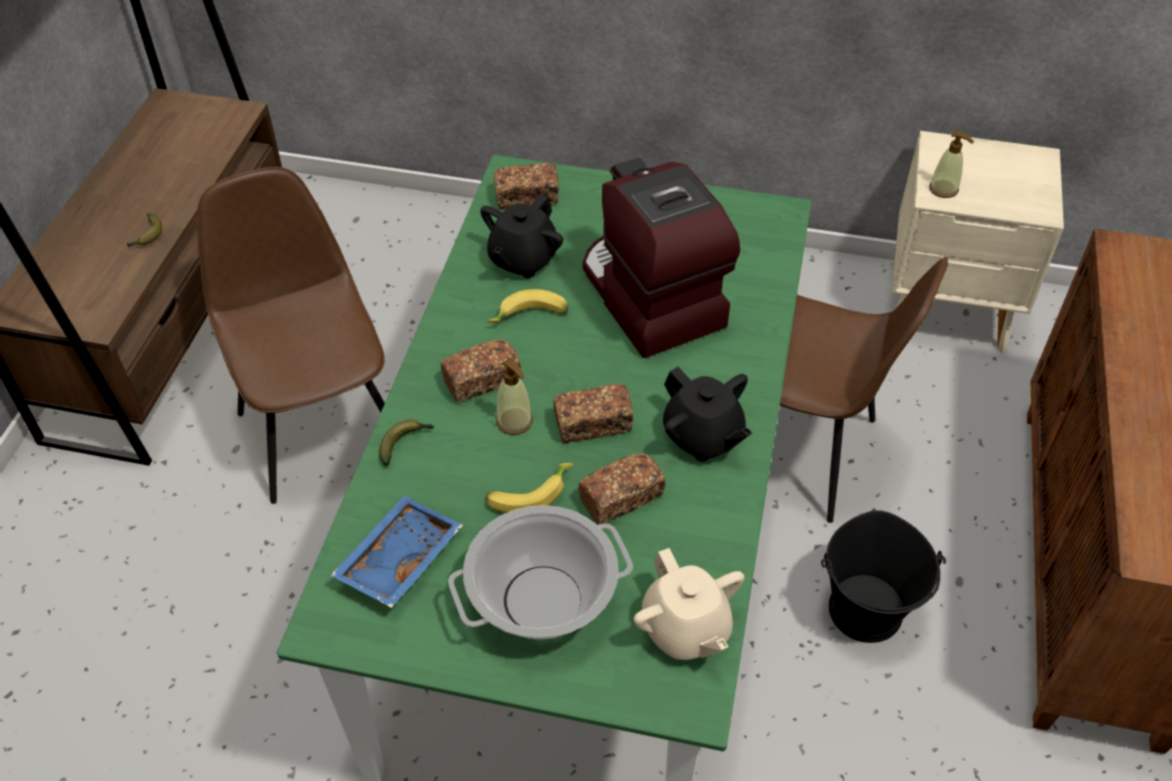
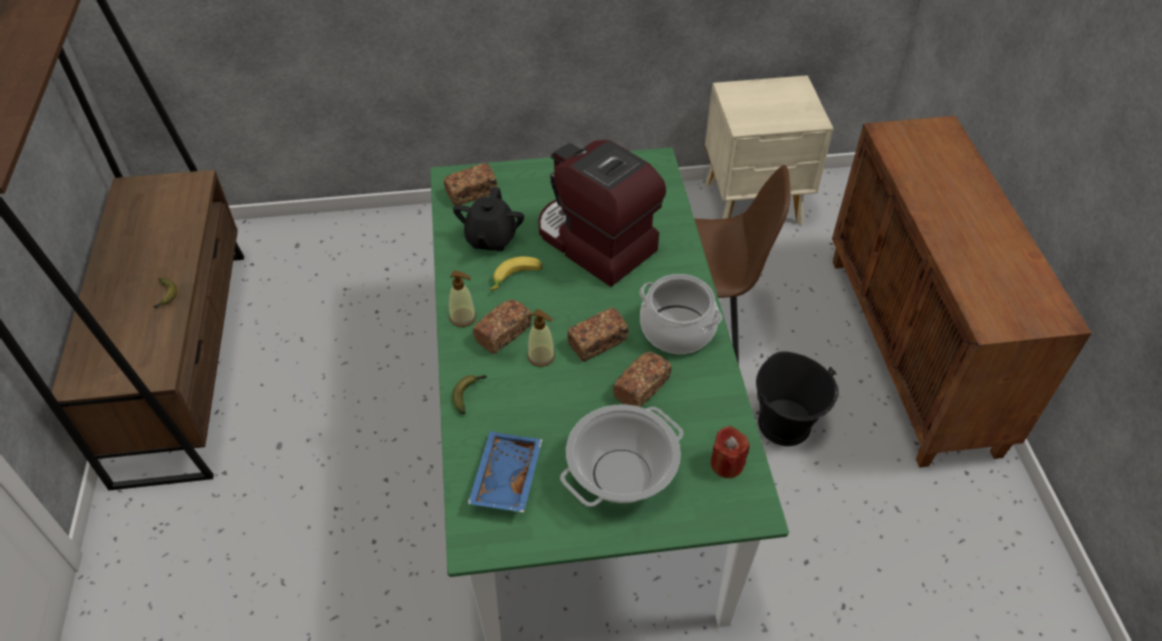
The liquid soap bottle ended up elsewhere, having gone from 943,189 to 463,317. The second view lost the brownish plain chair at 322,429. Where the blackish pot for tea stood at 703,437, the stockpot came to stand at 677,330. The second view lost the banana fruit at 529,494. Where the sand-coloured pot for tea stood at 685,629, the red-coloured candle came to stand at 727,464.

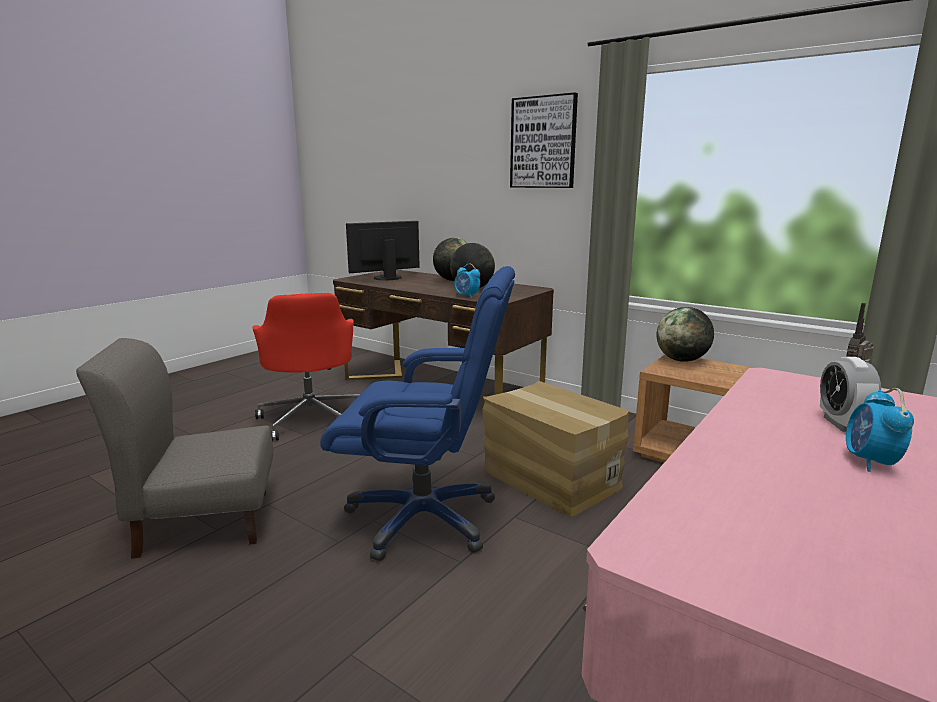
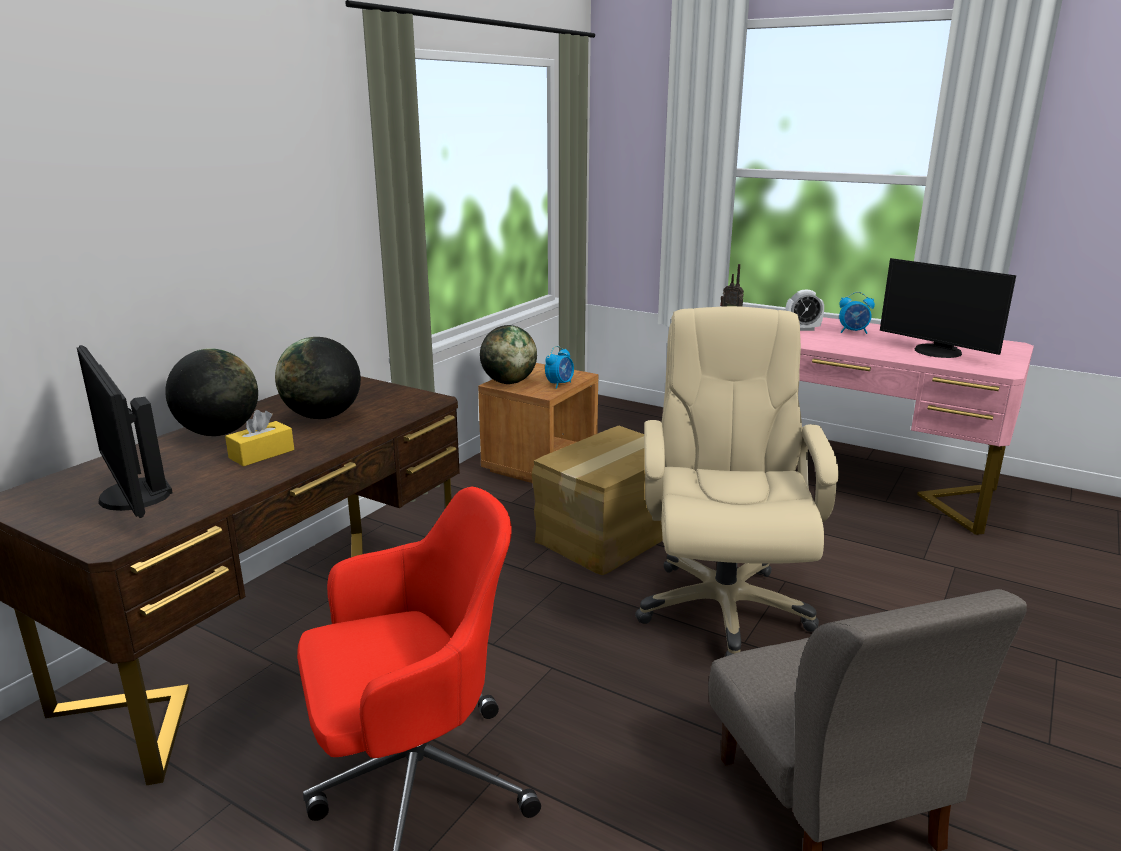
The second view lost the picture at 543,142. The table clock ended up elsewhere, having gone from 467,296 to 560,384. What was the blue-coloured office chair at 424,518 turned into the sand-coloured office chair at 722,607. The second view gained the monitor at 936,352. The second view gained the yellow tissue holder at 261,454.

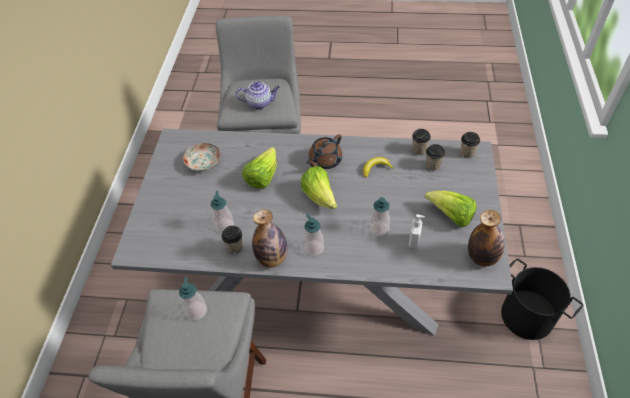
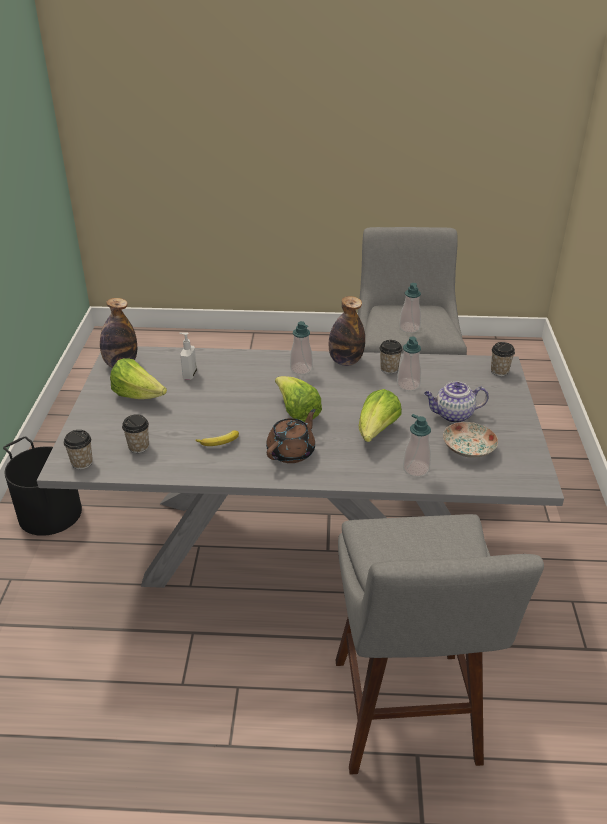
The pot for tea ended up elsewhere, having gone from 260,103 to 452,415. The small cup ended up elsewhere, having gone from 419,150 to 499,371. The liquid soap bottle ended up elsewhere, having gone from 379,228 to 416,469.

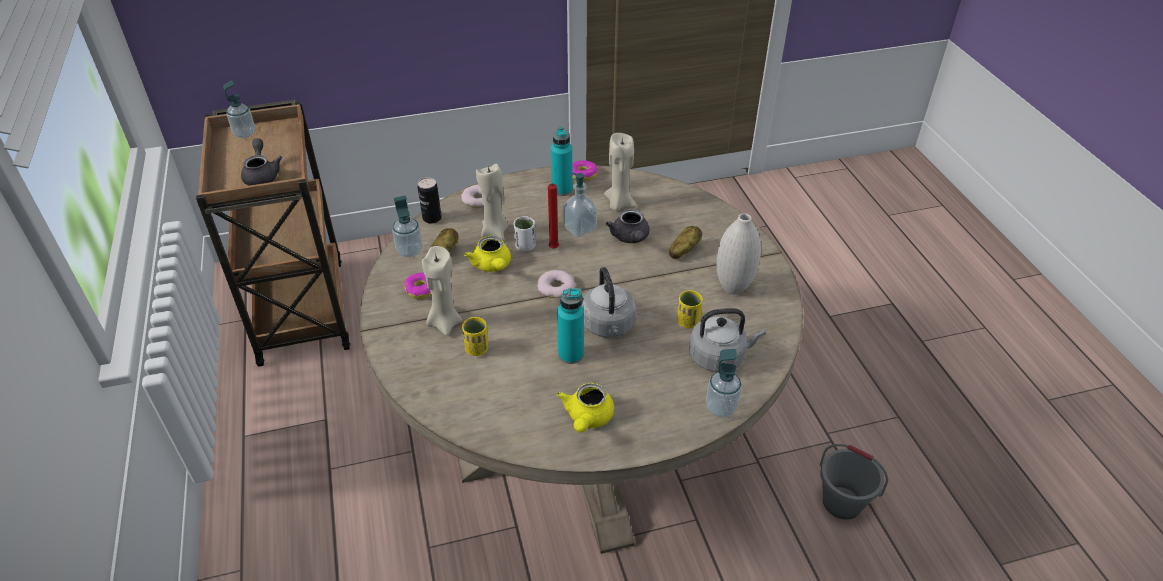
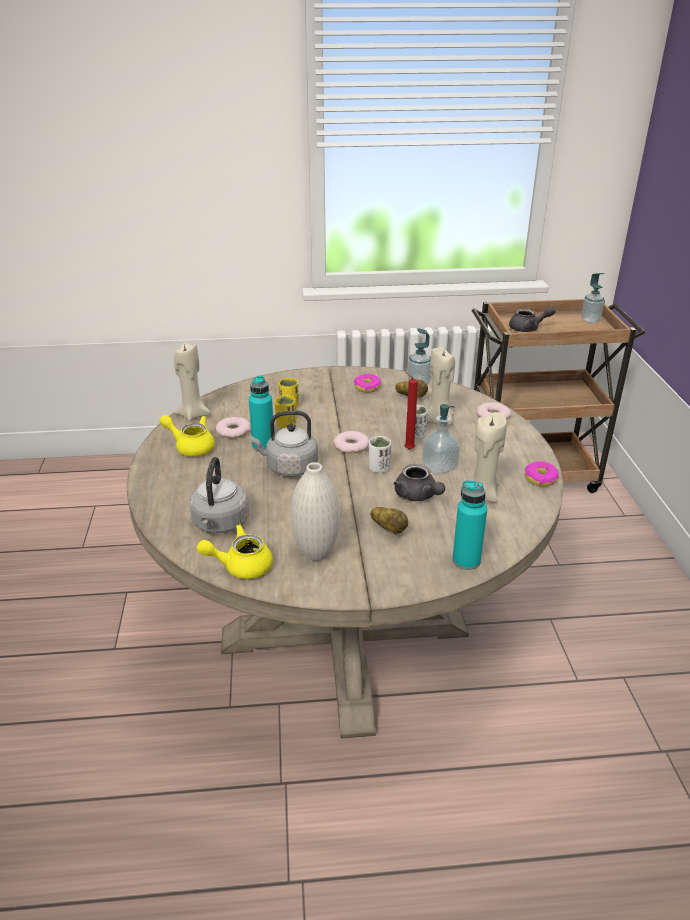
The blue-green bottle ended up elsewhere, having gone from 562,190 to 466,561. The second view lost the sealed can at 432,218. The greyish pot for tea at 630,238 ended up facing another way, 120 degrees counterclockwise from before. The yellow pot for tea ended up elsewhere, having gone from 492,266 to 241,566. The sand-coloured candle ended up elsewhere, having gone from 444,323 to 193,415. The yellow small cup ended up elsewhere, having gone from 688,322 to 286,425. The second view lost the liquid soap bottle at 721,408. The second view lost the greyish bucket at 842,502. The second view gained the doughnut at 233,431. The second view gained the white-coloured small cup at 379,468.

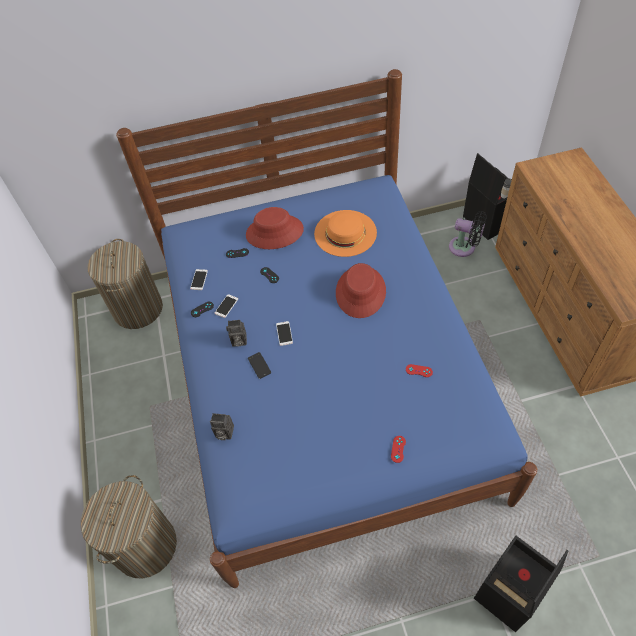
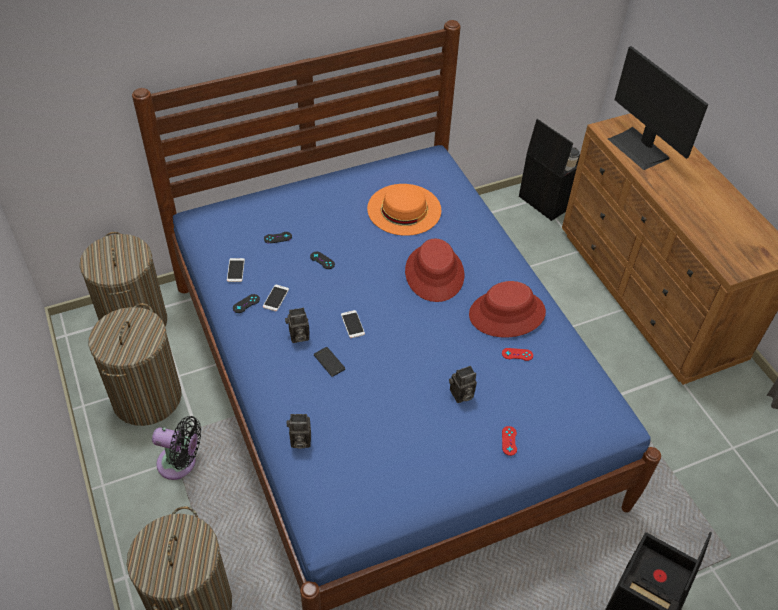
The red-coloured hat ended up elsewhere, having gone from 274,232 to 507,314. The blackish electric fan ended up elsewhere, having gone from 465,247 to 180,464. The second view gained the monitor at 639,148. The second view gained the laundry basket at 147,397. The second view gained the still camera at 461,395.

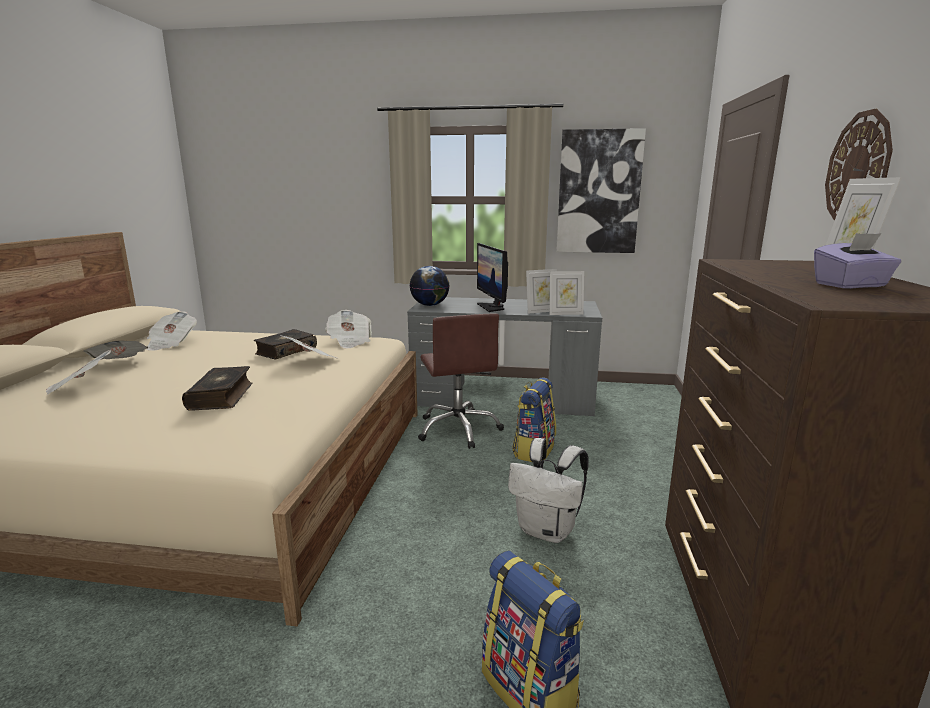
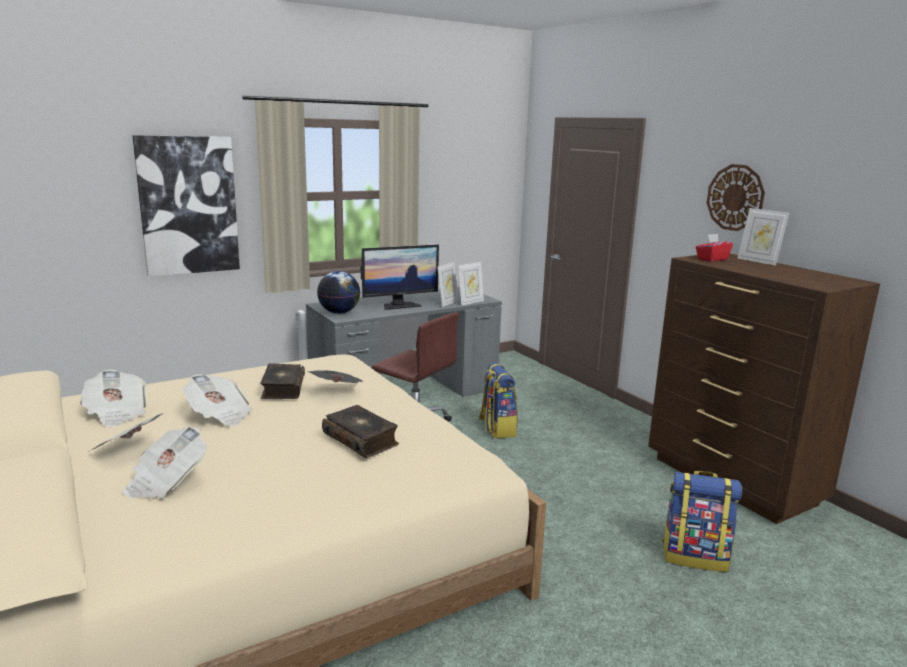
The picture ended up elsewhere, having gone from 598,192 to 188,205. The second view lost the purple tissue holder at 851,285. The monitor at 492,307 ended up facing another way, 60 degrees counterclockwise from before. The printed paper ended up elsewhere, having gone from 349,341 to 219,416. The second view lost the white-coloured knapsack at 547,531. The second view gained the red-coloured tissue holder at 712,259.

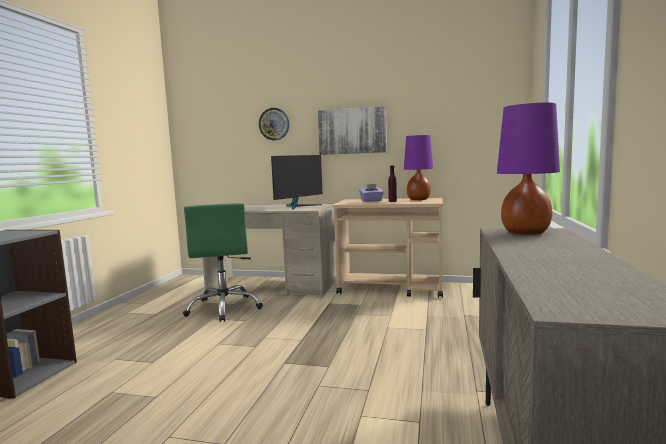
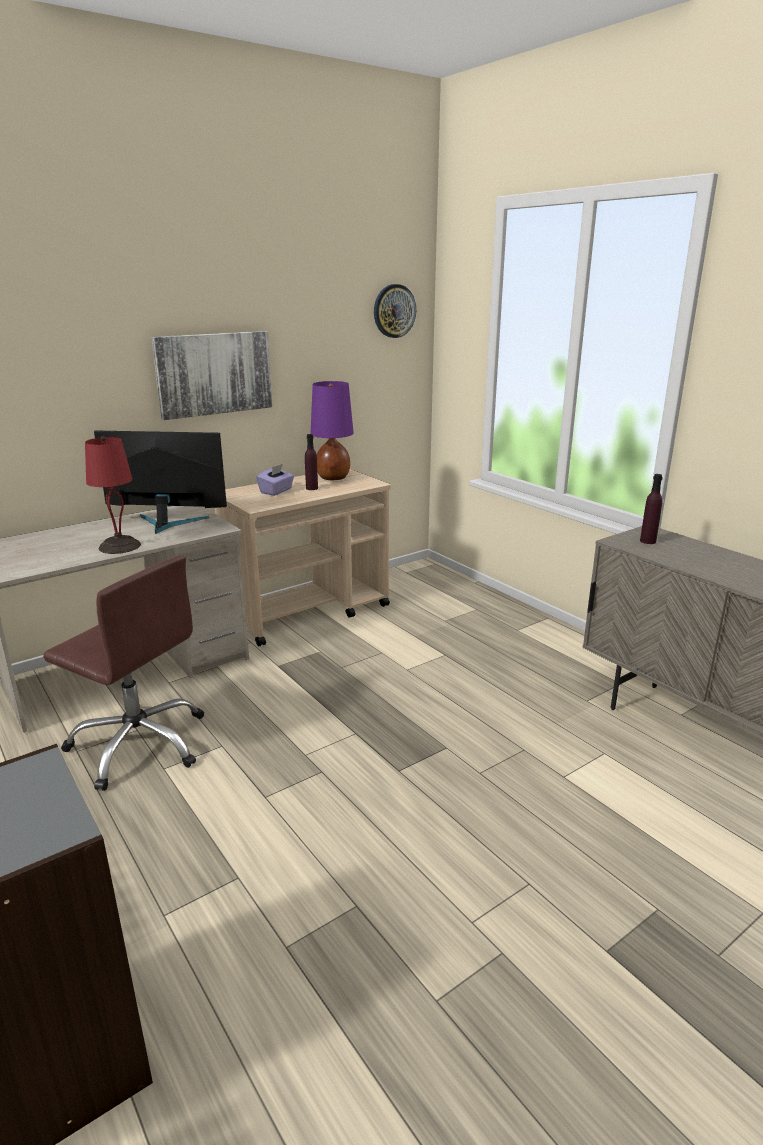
Where the purple tabletop lamp stood at 525,233, the purple bottle came to stand at 647,541. The hanging clock ended up elsewhere, having gone from 274,124 to 394,311. The monitor at 298,206 ended up facing another way, 75 degrees counterclockwise from before. What was the green office chair at 224,308 turned into the brownish office chair at 139,743. The second view gained the red-coloured tabletop lamp at 119,546.

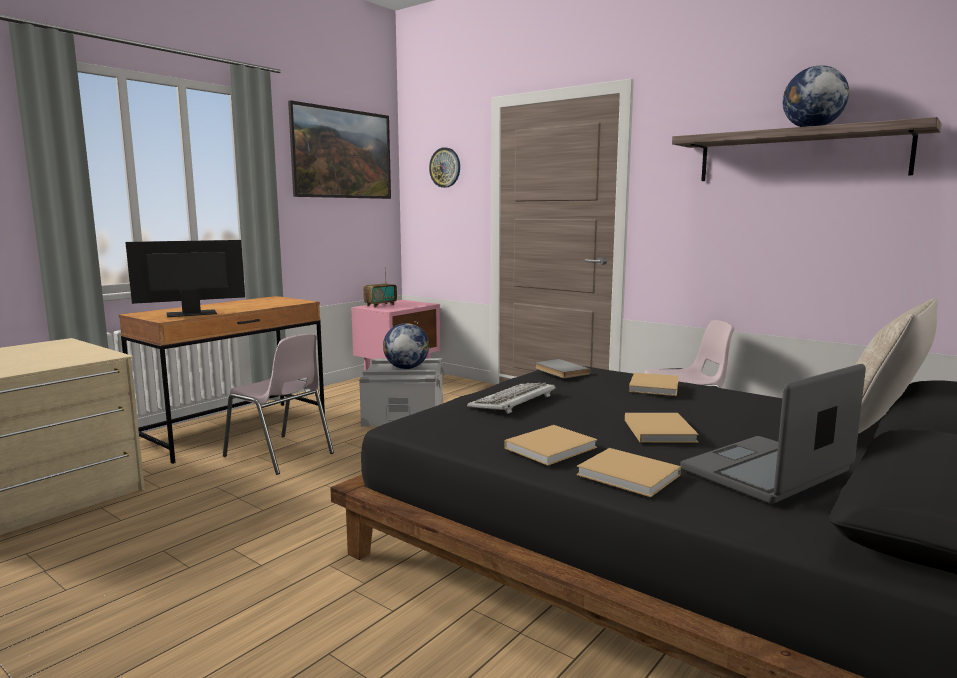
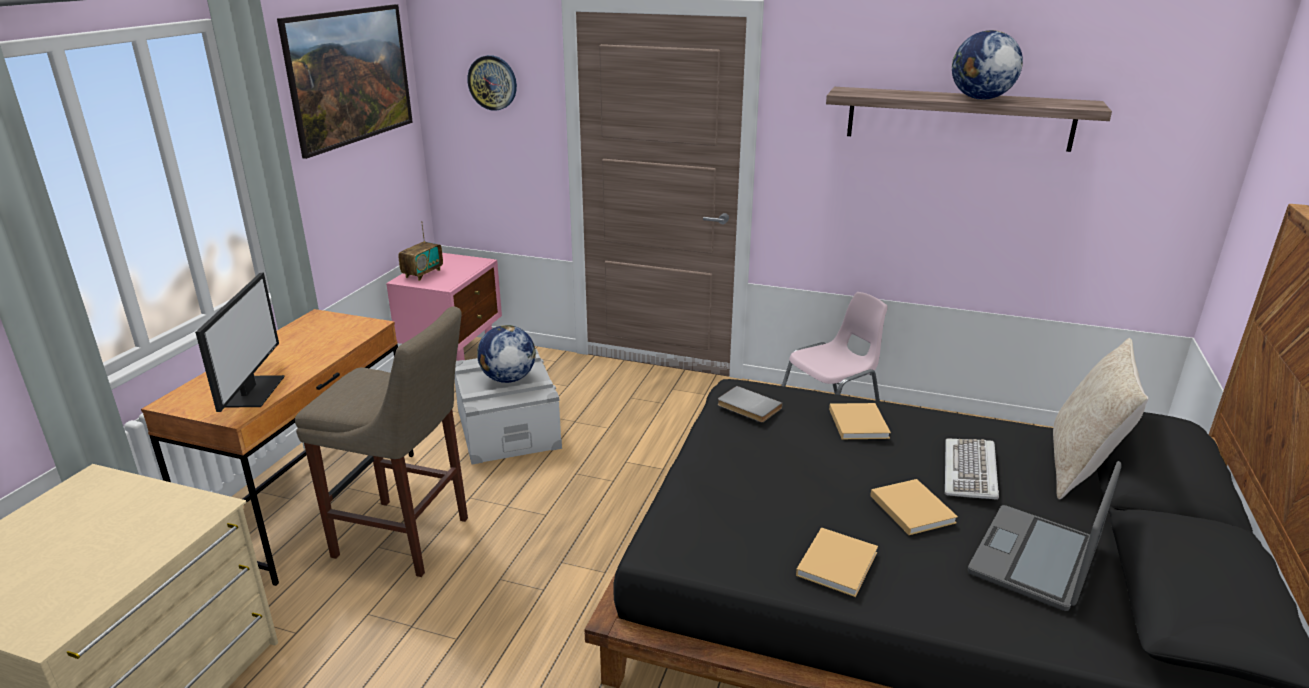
The monitor at 191,314 ended up facing another way, 135 degrees clockwise from before. Where the pink plain chair stood at 280,455, the sand-coloured stool came to stand at 407,539. The computer keyboard ended up elsewhere, having gone from 513,401 to 971,472. The second view lost the sand-coloured volume at 631,476.

